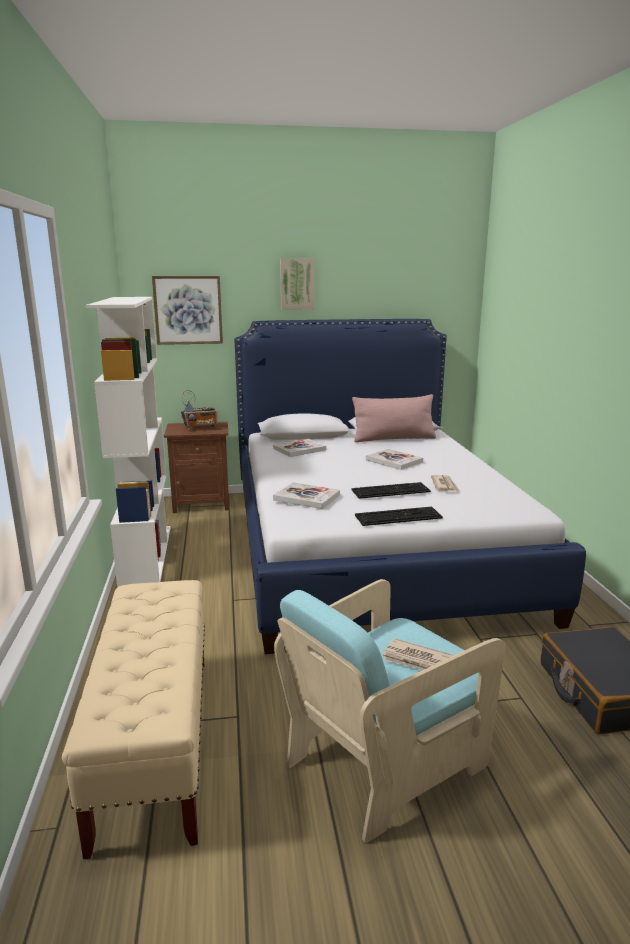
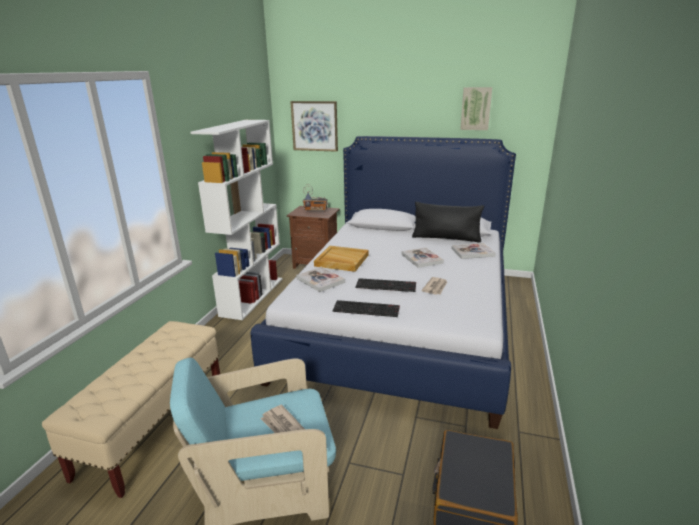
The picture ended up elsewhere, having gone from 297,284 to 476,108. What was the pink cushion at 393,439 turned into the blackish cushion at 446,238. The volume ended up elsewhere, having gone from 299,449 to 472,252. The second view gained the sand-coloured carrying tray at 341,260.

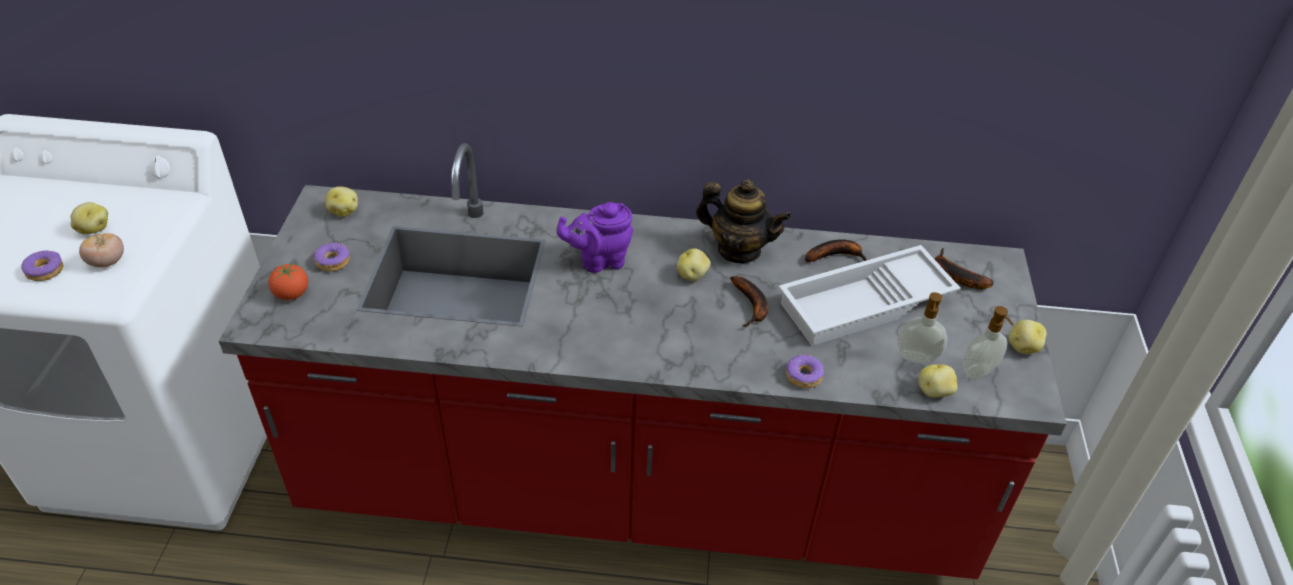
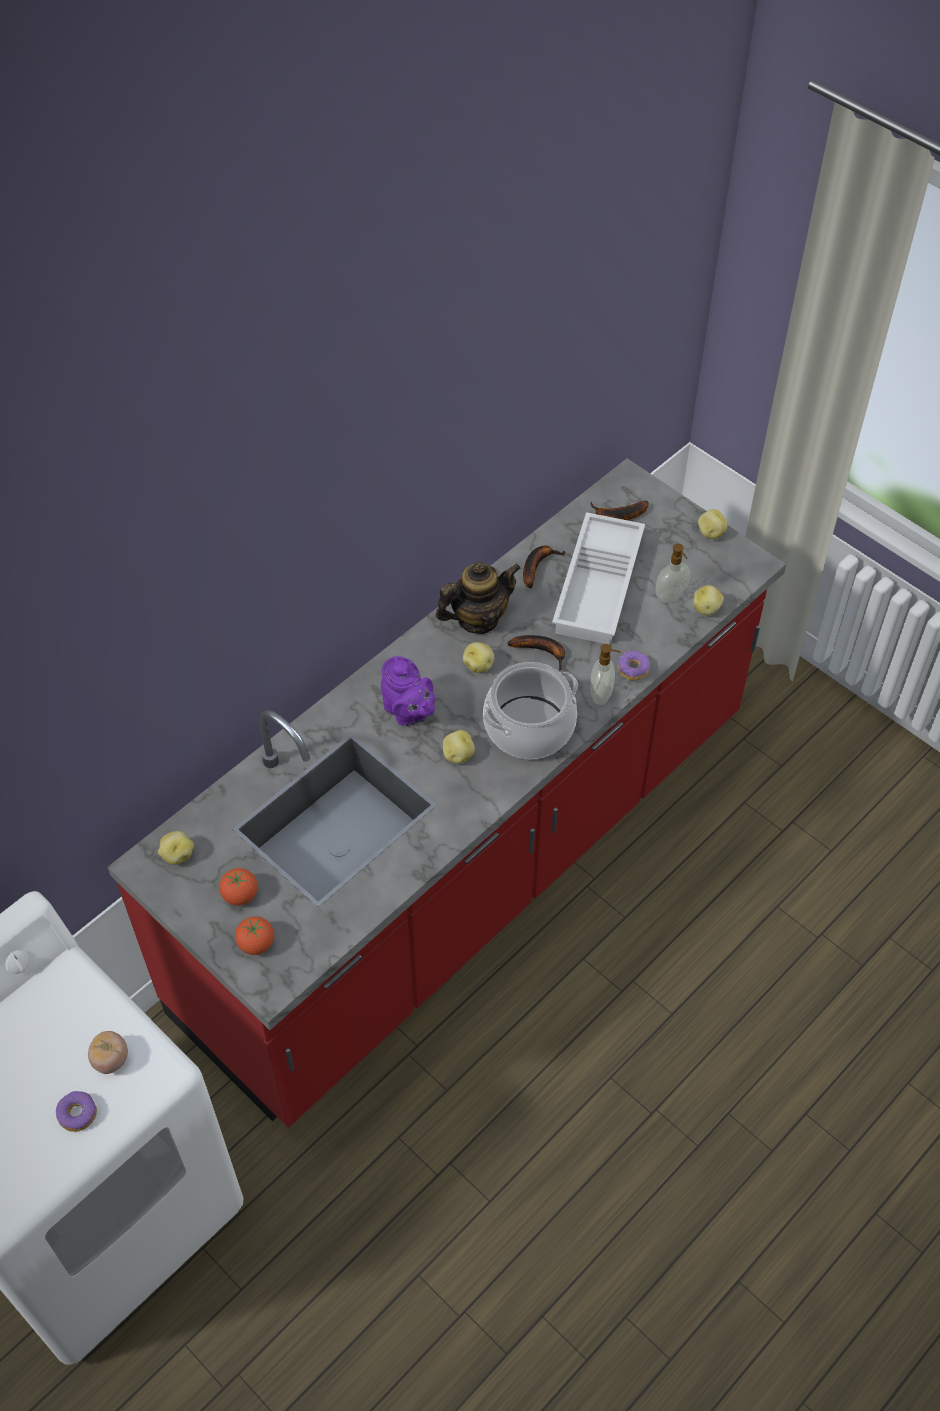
The whole potato ended up elsewhere, having gone from 93,229 to 457,755. The purple pot for tea at 599,260 ended up facing another way, 60 degrees counterclockwise from before. Where the doughnut stood at 332,262, the tomato came to stand at 240,895. The liquid soap bottle ended up elsewhere, having gone from 979,372 to 602,694. The second view gained the stockpot at 529,728.

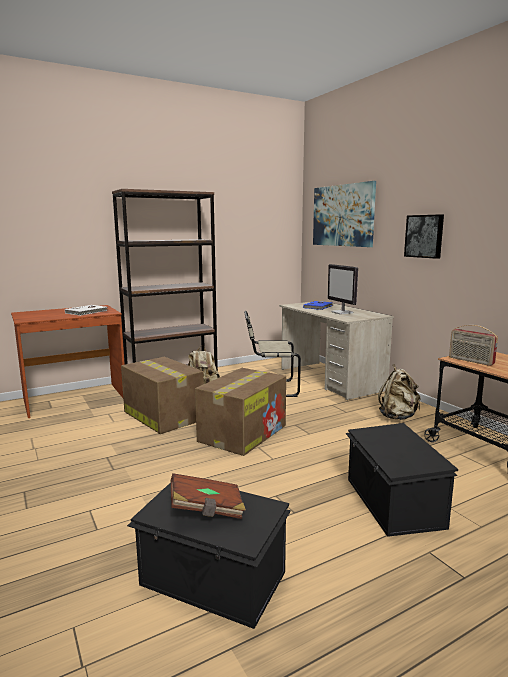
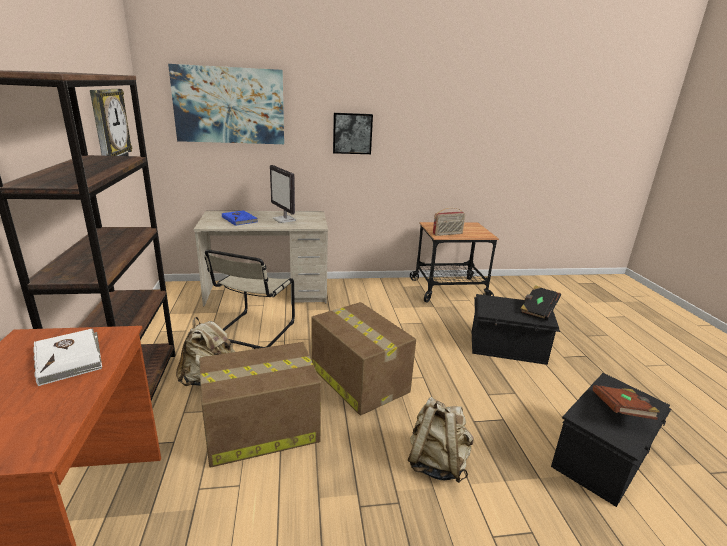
The monitor at 342,312 ended up facing another way, 60 degrees clockwise from before. The sand-coloured knapsack ended up elsewhere, having gone from 397,416 to 436,463. The second view gained the hanging clock at 109,127. The second view gained the blackish volume at 538,310.

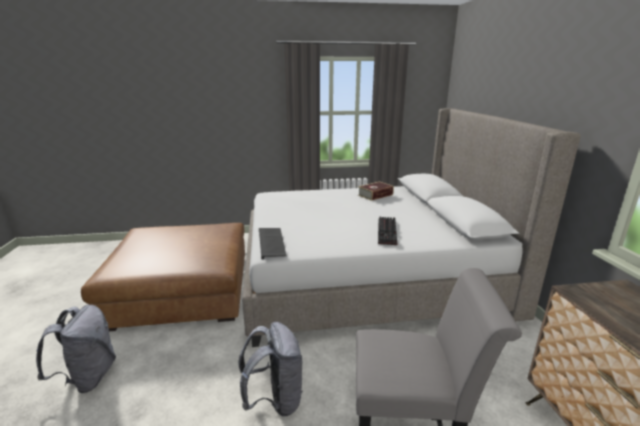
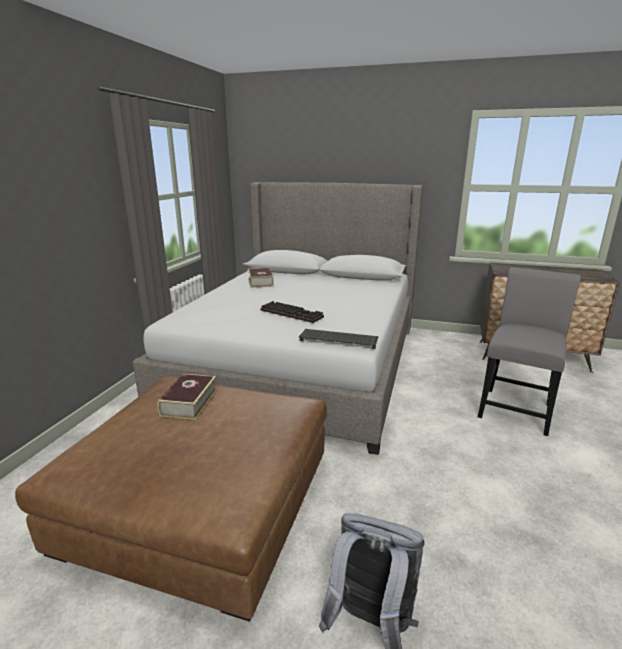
The computer keyboard ended up elsewhere, having gone from 388,232 to 293,313. The second view lost the greyish knapsack at 275,400. The second view gained the volume at 189,402.

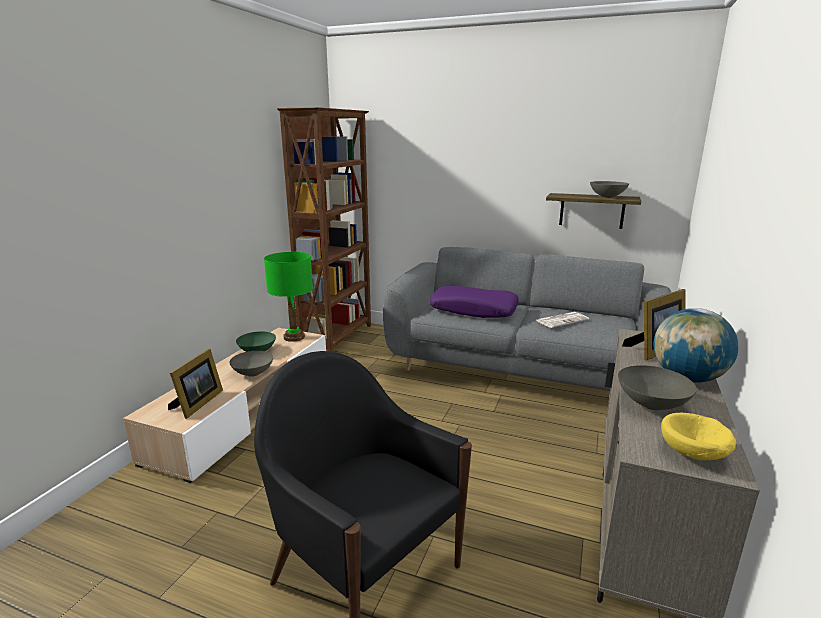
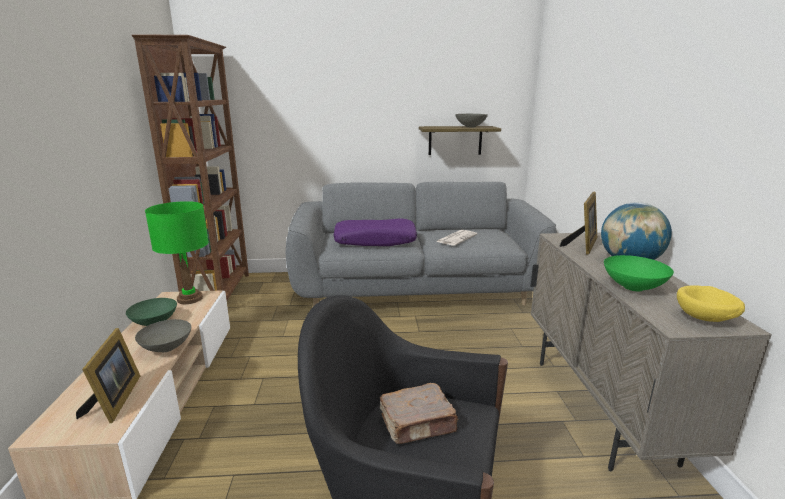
What was the greyish bowl at 651,405 turned into the green bowl at 633,287. The second view gained the brownish volume at 418,424.

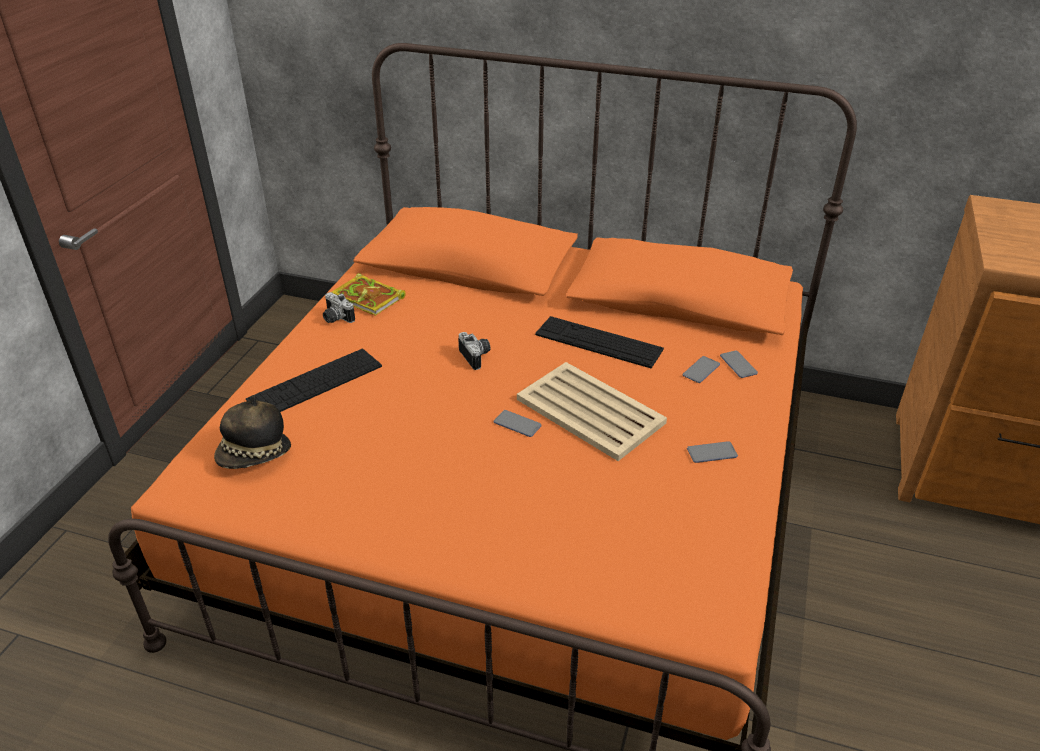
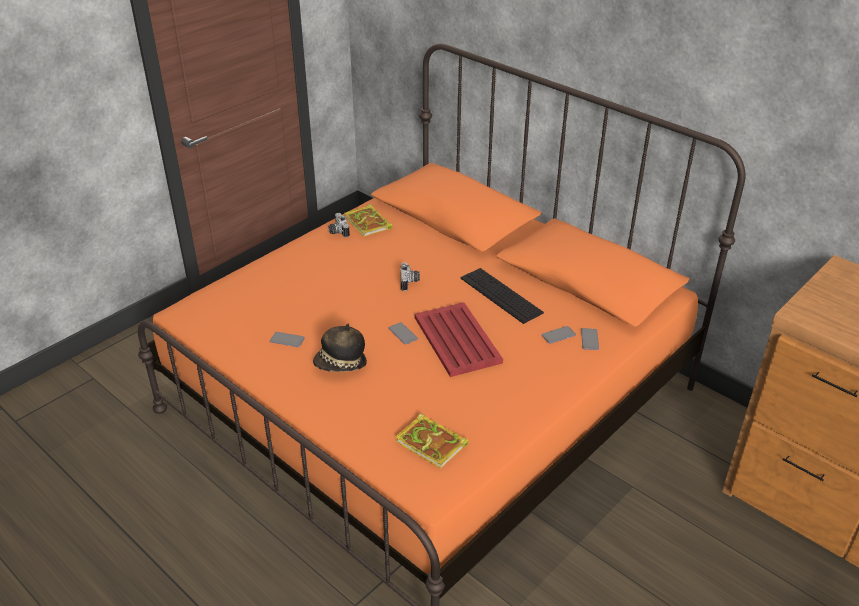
The second view lost the computer keyboard at 315,383. What was the sand-coloured carrying tray at 589,410 turned into the red-coloured carrying tray at 457,339. The hat ended up elsewhere, having gone from 254,456 to 340,364. The phone ended up elsewhere, having gone from 712,453 to 287,340. The second view gained the volume at 432,444.

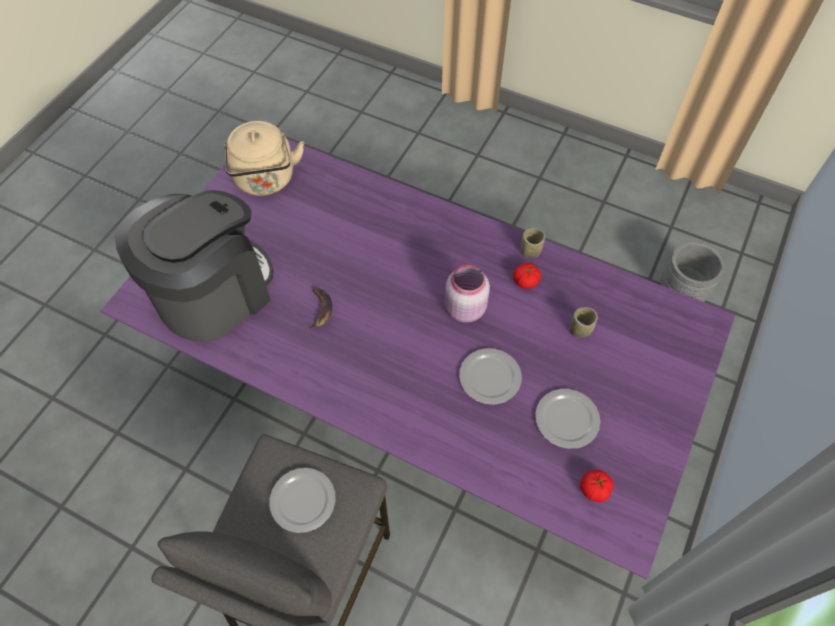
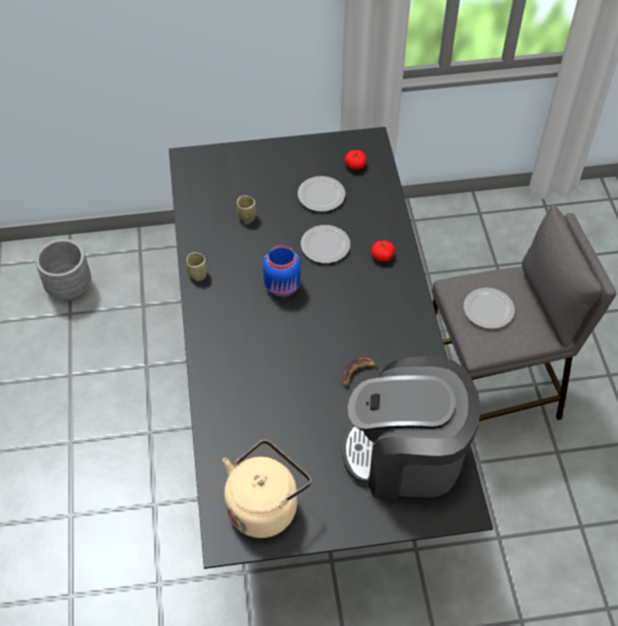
What was the purple dinner table at 417,402 turned into the blackish dinner table at 309,410. The tomato ended up elsewhere, having gone from 525,281 to 382,256. What was the pink jar at 463,309 turned into the blue-coloured jar at 283,287.

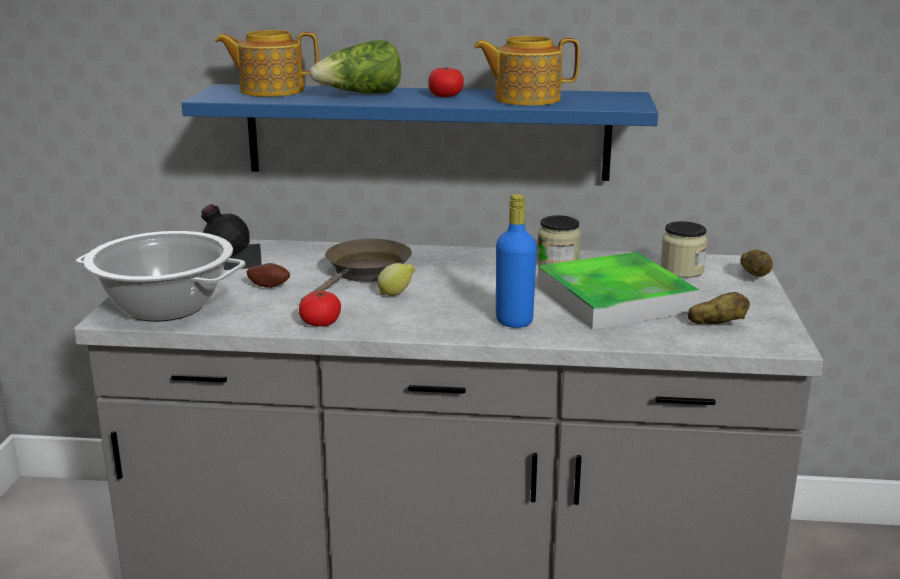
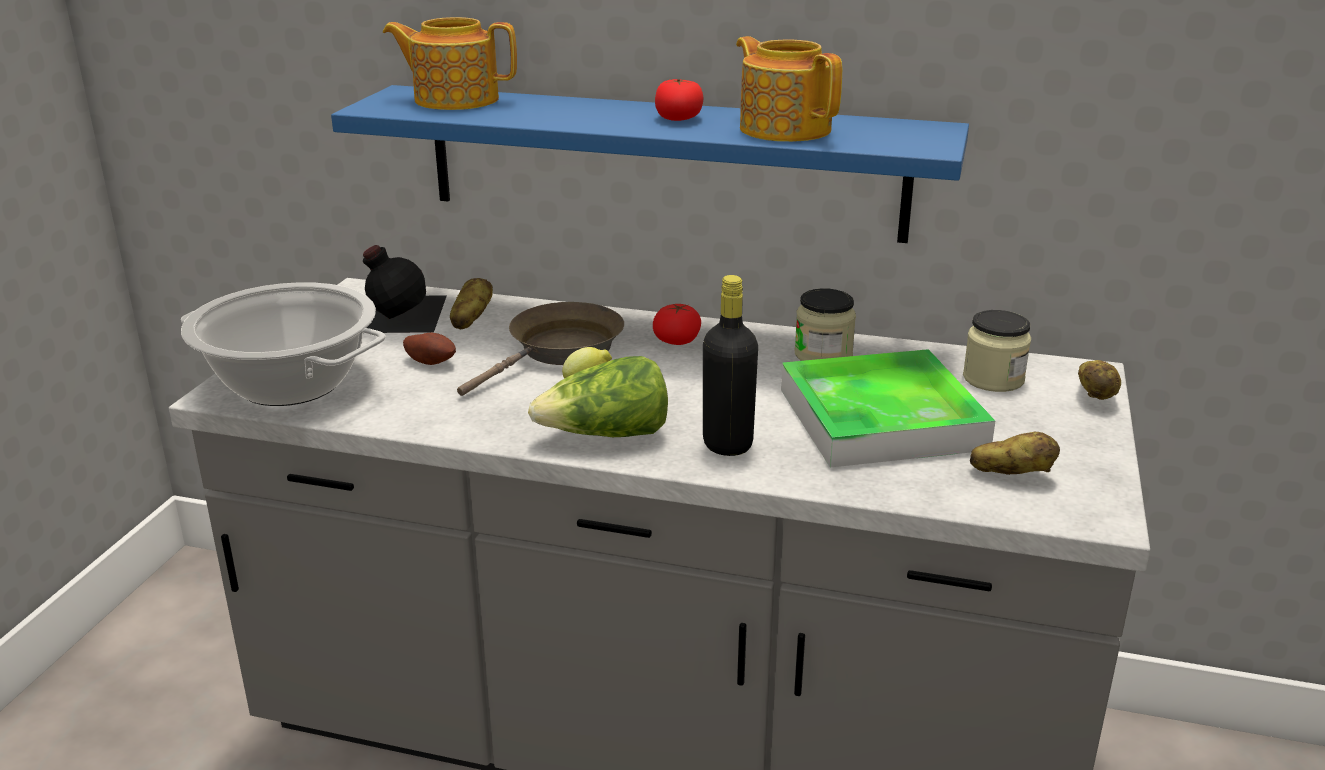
The pot for tea at 525,99 ended up facing another way, 45 degrees clockwise from before. The lettuce head ended up elsewhere, having gone from 360,95 to 606,435. What was the blue-coloured bottle at 514,321 turned into the blackish bottle at 727,444. The tomato ended up elsewhere, having gone from 321,322 to 677,340. The second view gained the whole potato at 471,320.

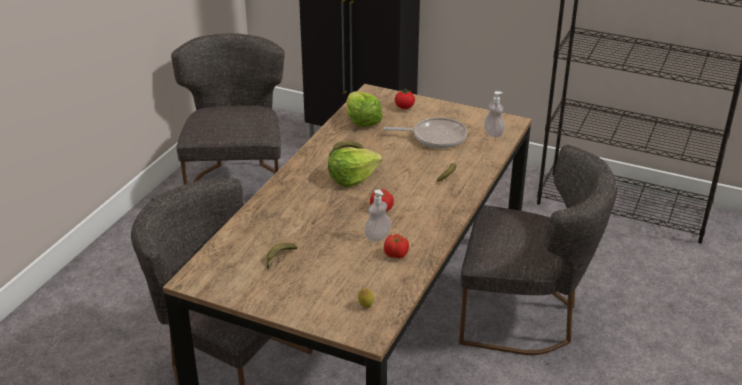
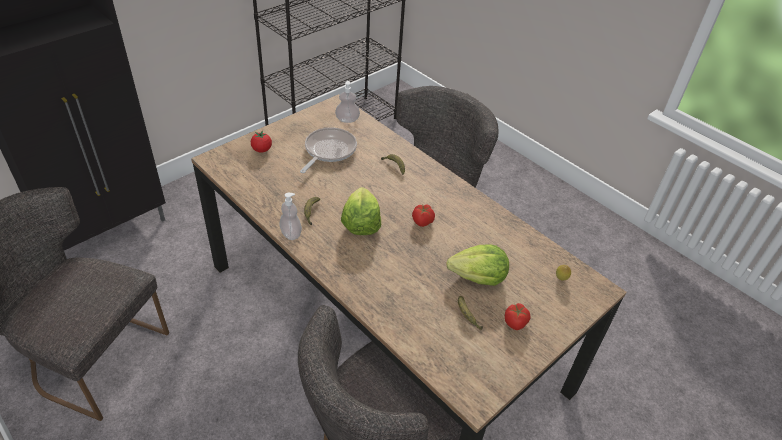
The lettuce head ended up elsewhere, having gone from 362,121 to 478,277. The liquid soap bottle ended up elsewhere, having gone from 377,236 to 291,233. The tomato ended up elsewhere, having gone from 396,255 to 515,323.

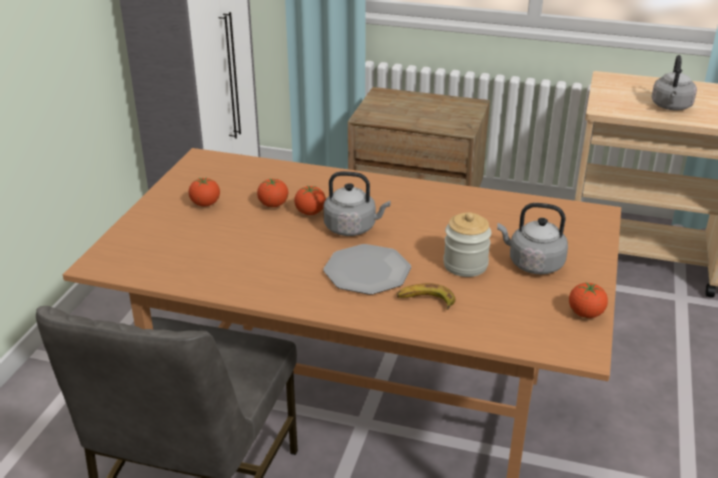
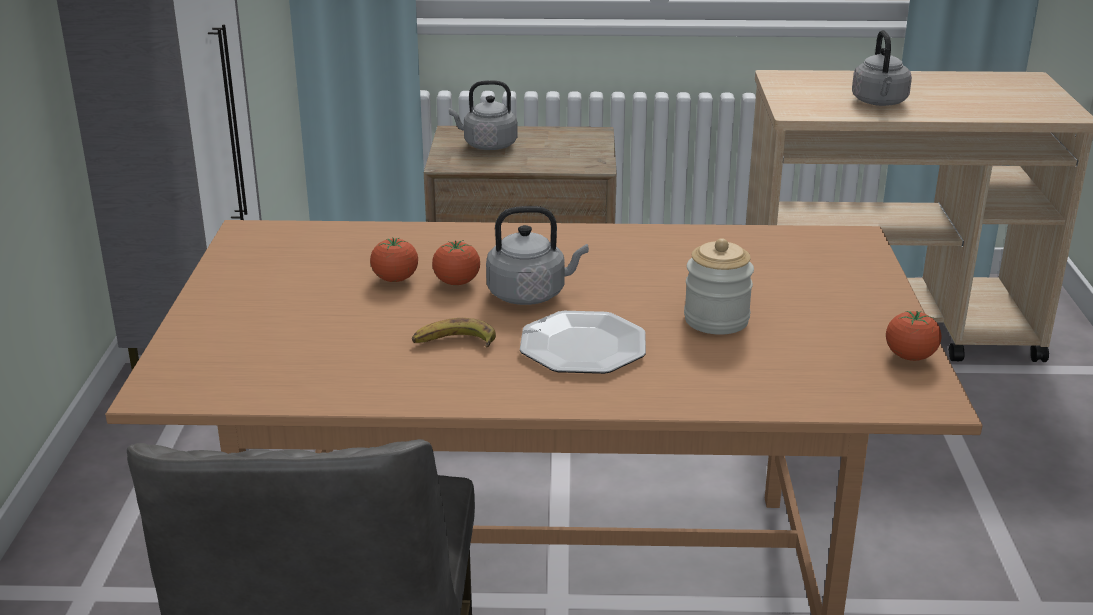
The second view lost the tomato at 205,204. The greyish tea kettle ended up elsewhere, having gone from 532,264 to 487,145. The banana fruit ended up elsewhere, having gone from 425,301 to 454,343.

